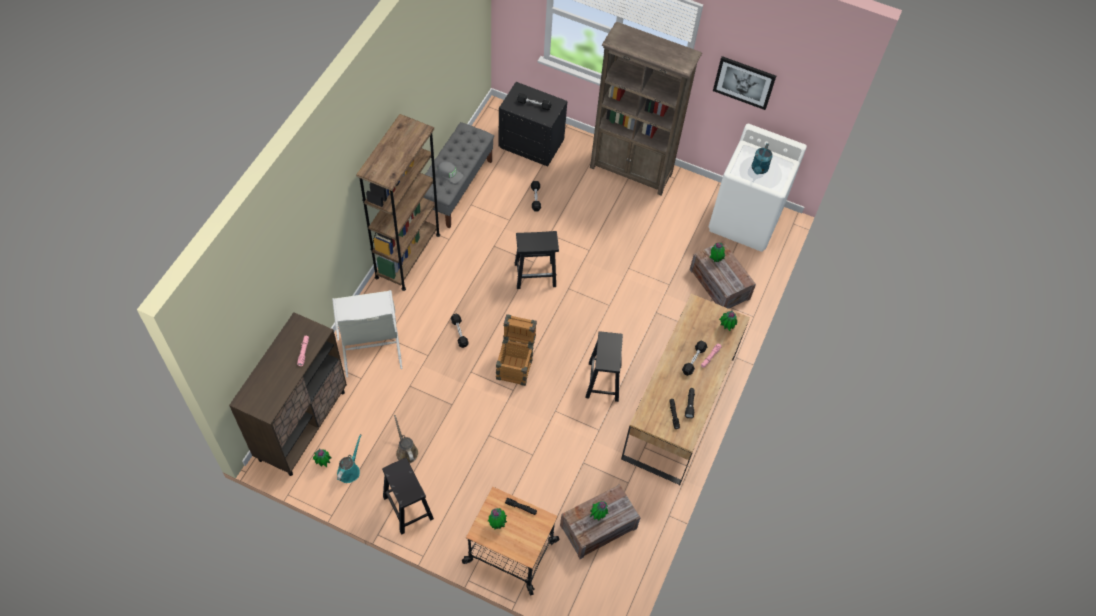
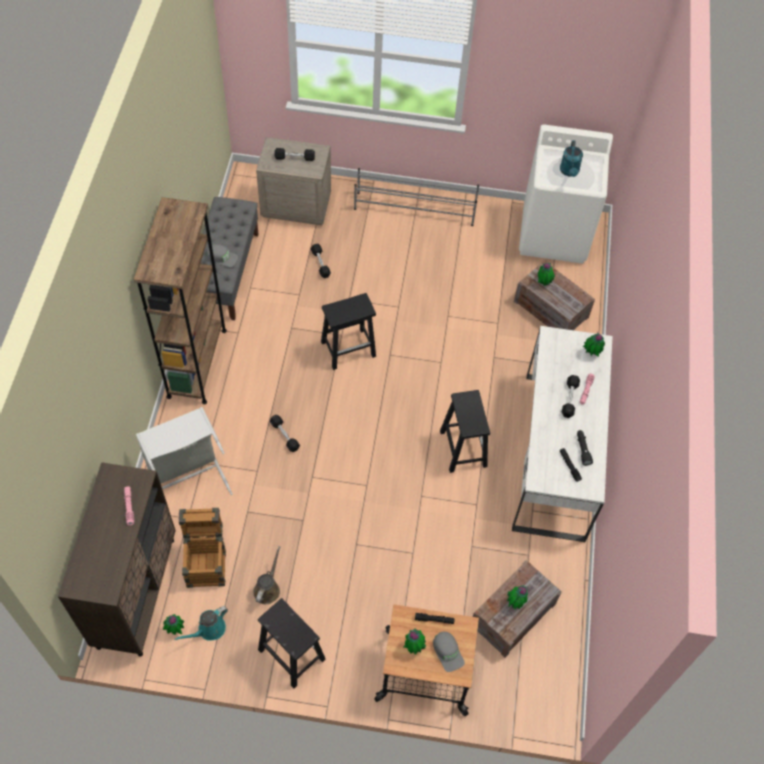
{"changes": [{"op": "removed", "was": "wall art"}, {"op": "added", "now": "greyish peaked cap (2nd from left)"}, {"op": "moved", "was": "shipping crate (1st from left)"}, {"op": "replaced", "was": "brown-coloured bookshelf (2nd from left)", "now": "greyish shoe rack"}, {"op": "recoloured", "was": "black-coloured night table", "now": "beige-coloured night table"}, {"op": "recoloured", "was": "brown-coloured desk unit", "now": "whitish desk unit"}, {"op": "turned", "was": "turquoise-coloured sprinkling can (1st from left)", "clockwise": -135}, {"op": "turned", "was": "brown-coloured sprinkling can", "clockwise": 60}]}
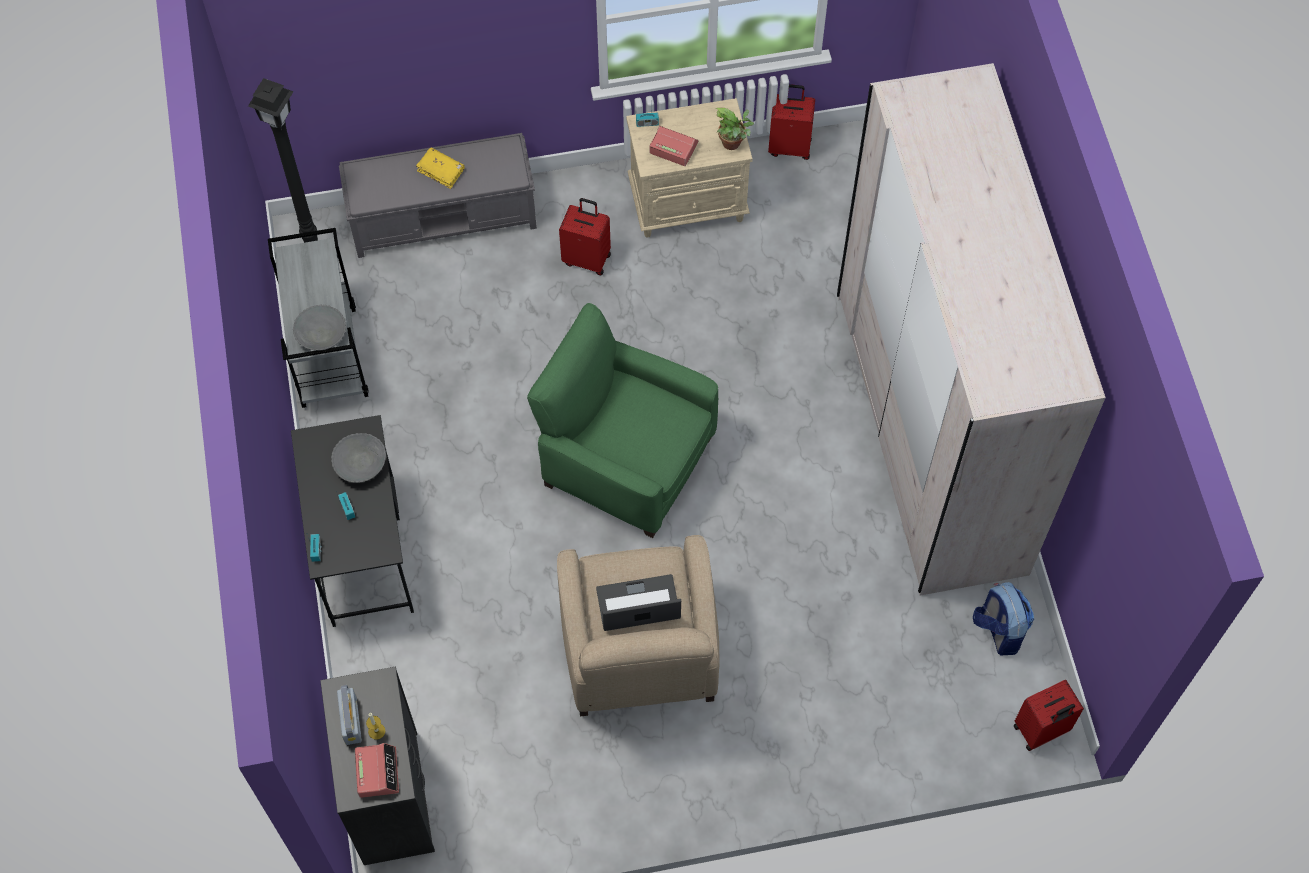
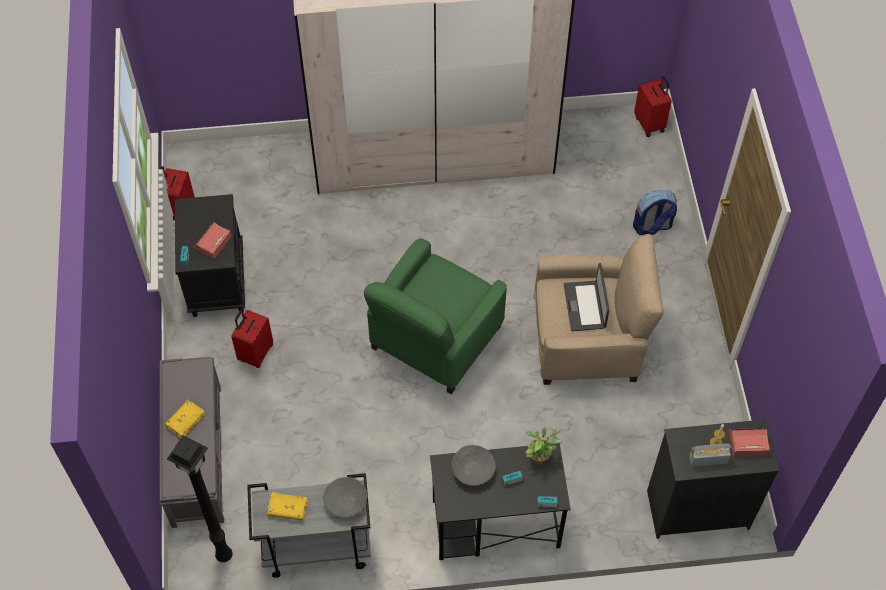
{"changes": [{"op": "added", "now": "yellowish bound book (2nd from left)"}, {"op": "moved", "was": "potted plant"}, {"op": "moved", "was": "backpack"}, {"op": "recoloured", "was": "beige-coloured night table", "now": "black-coloured night table"}]}
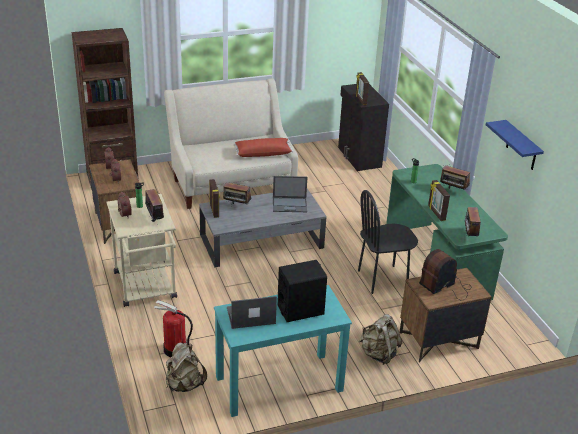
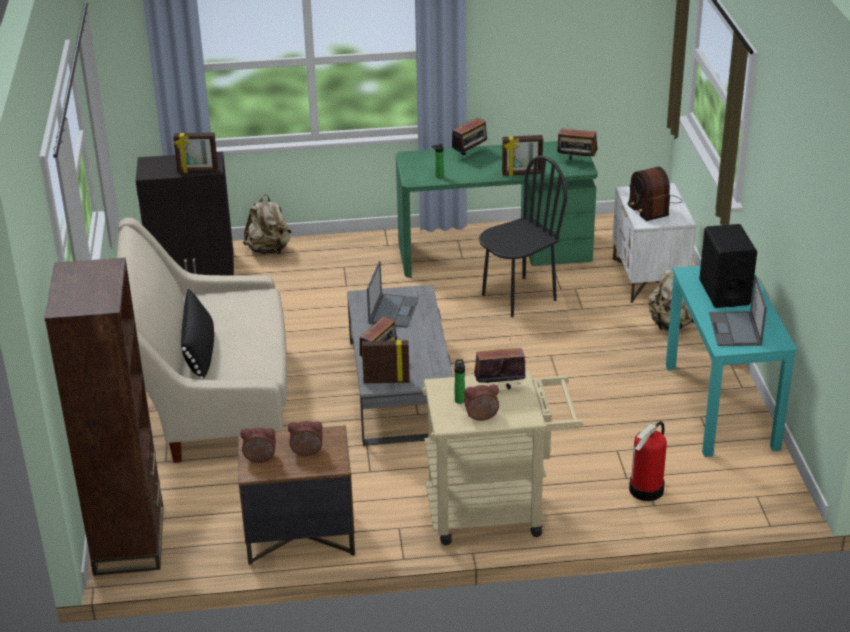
{"changes": [{"op": "removed", "was": "red-coloured pillow"}, {"op": "removed", "was": "bluish wall shelf"}, {"op": "added", "now": "black-coloured pillow"}, {"op": "moved", "was": "beige-coloured backpack (1st from left)"}, {"op": "recoloured", "was": "brown-coloured night table (2nd from left)", "now": "whitish night table"}, {"op": "turned", "was": "black-coloured plain chair", "clockwise": -120}]}
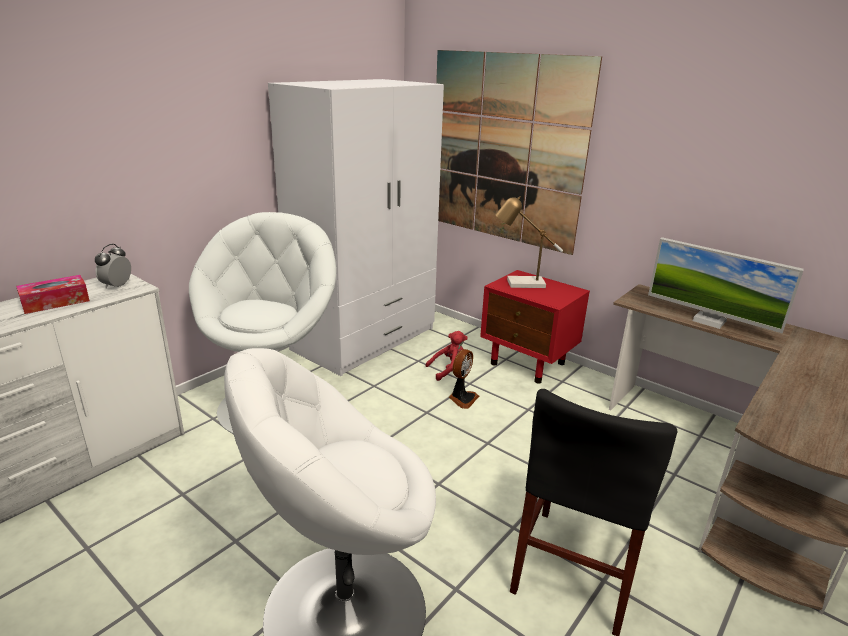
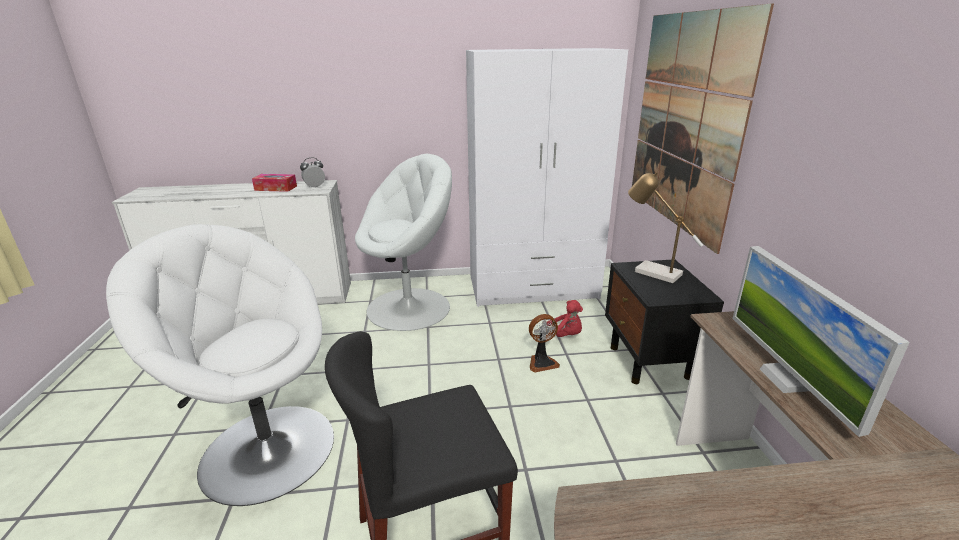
{"changes": [{"op": "recoloured", "was": "red-coloured night table", "now": "black-coloured night table"}]}
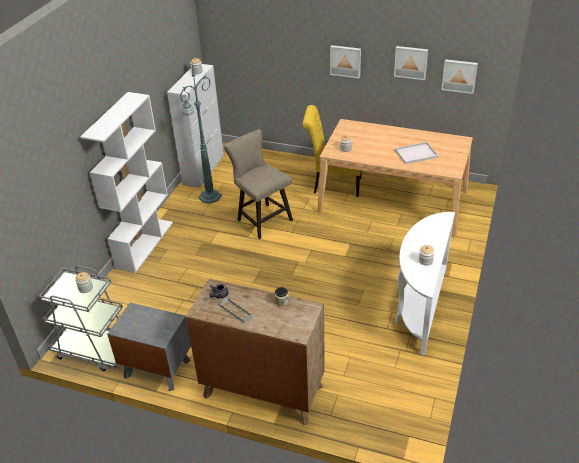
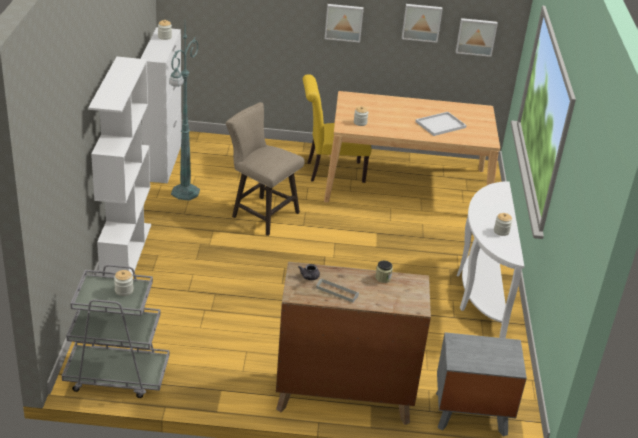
{"changes": [{"op": "moved", "was": "greyish night table"}]}
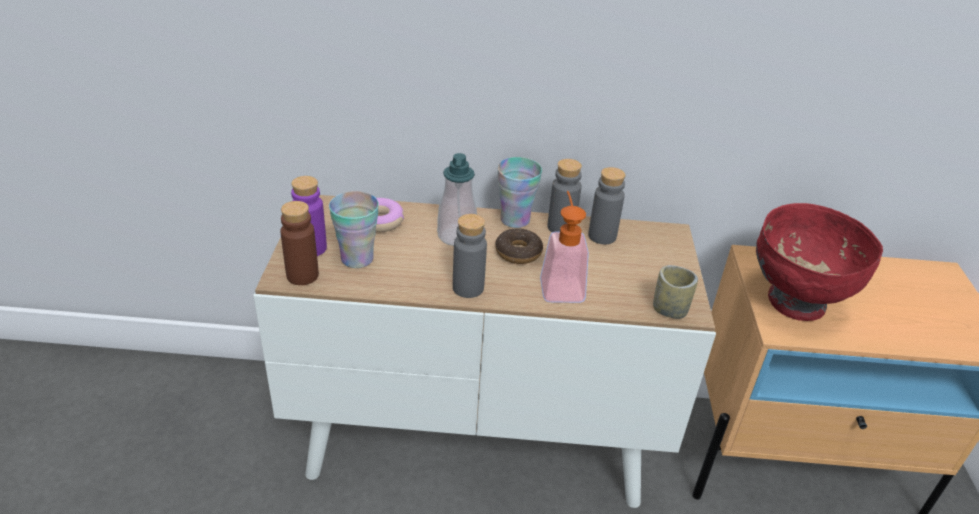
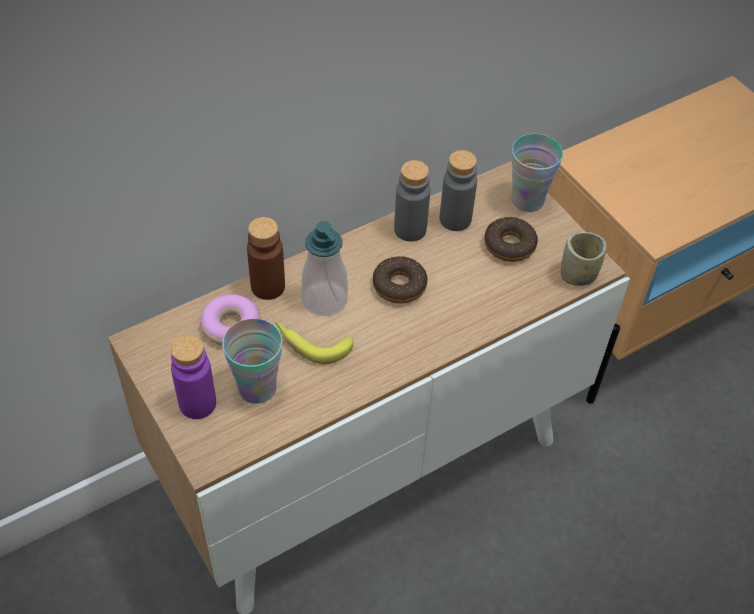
{"changes": [{"op": "removed", "was": "greyish bottle (1st from left)"}, {"op": "removed", "was": "soap bottle (2nd from left)"}, {"op": "removed", "was": "red-coloured deep dish"}, {"op": "added", "now": "banana"}, {"op": "added", "now": "doughnut (3rd from left)"}, {"op": "moved", "was": "brown-coloured bottle"}, {"op": "moved", "was": "small cup (2nd from left)"}]}
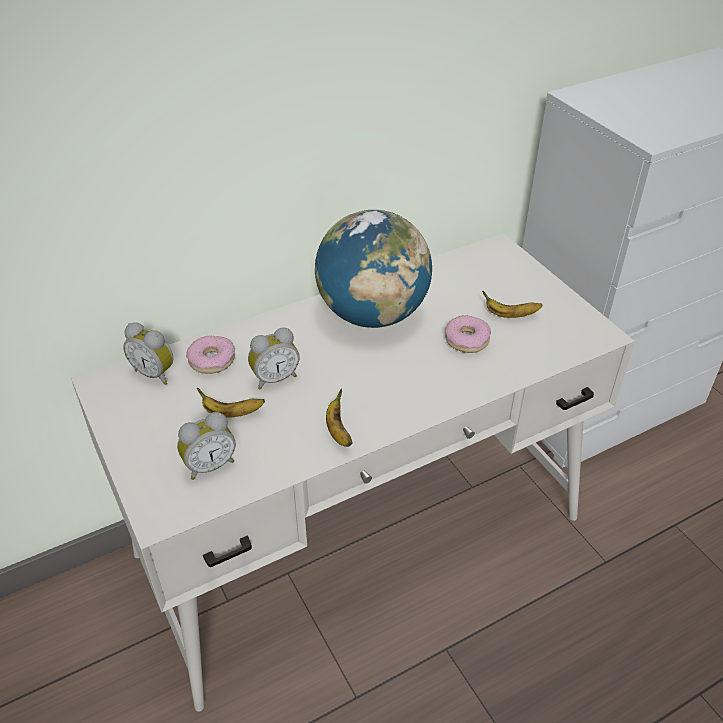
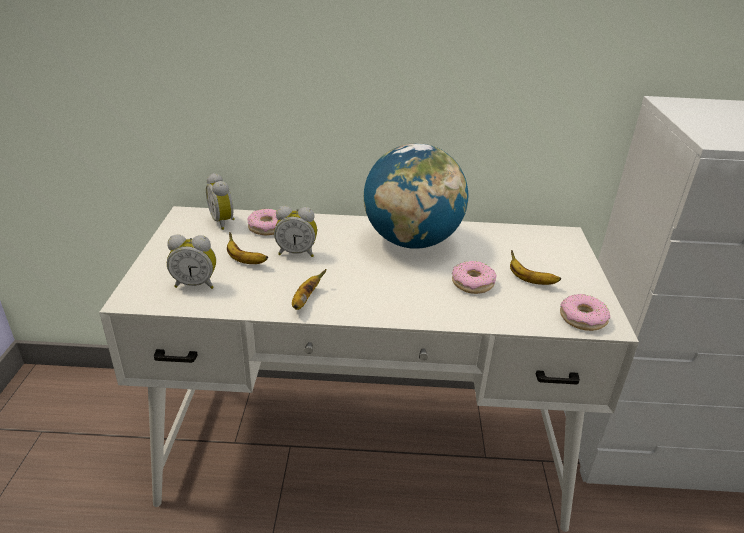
{"changes": [{"op": "added", "now": "doughnut (3rd from left)"}]}
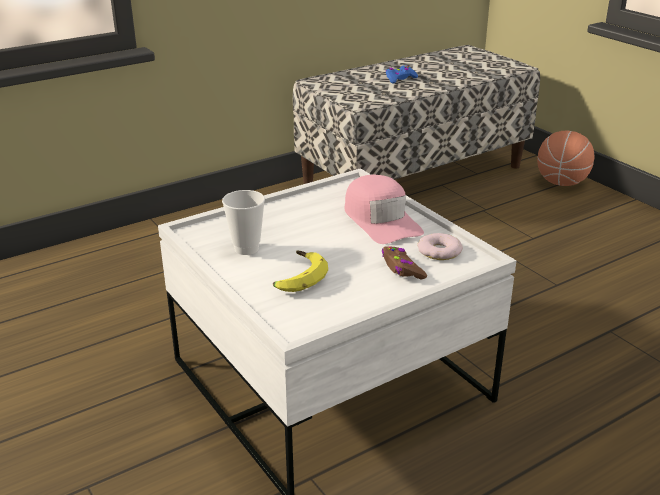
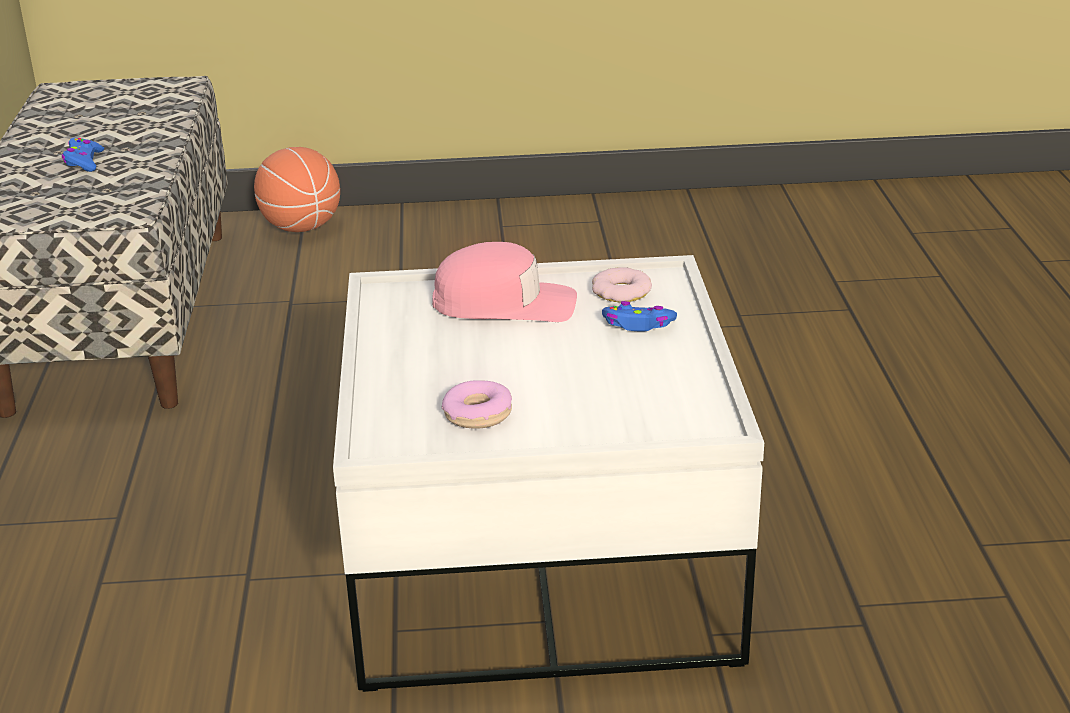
{"changes": [{"op": "removed", "was": "banana"}, {"op": "replaced", "was": "small cup", "now": "doughnut (1st from left)"}, {"op": "recoloured", "was": "brown-coloured joypad", "now": "bluish joypad (2nd from left)"}]}
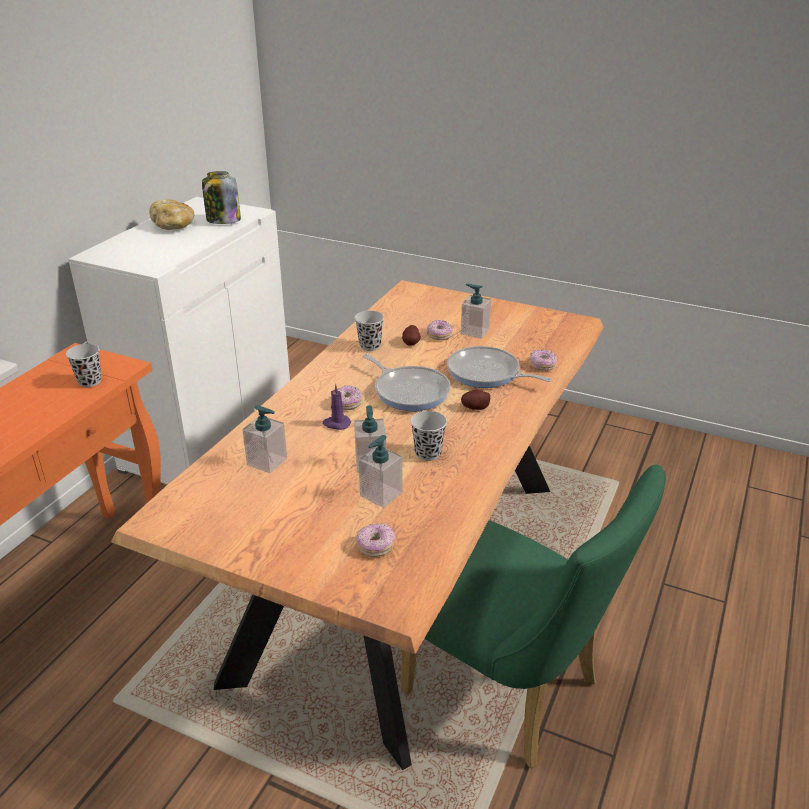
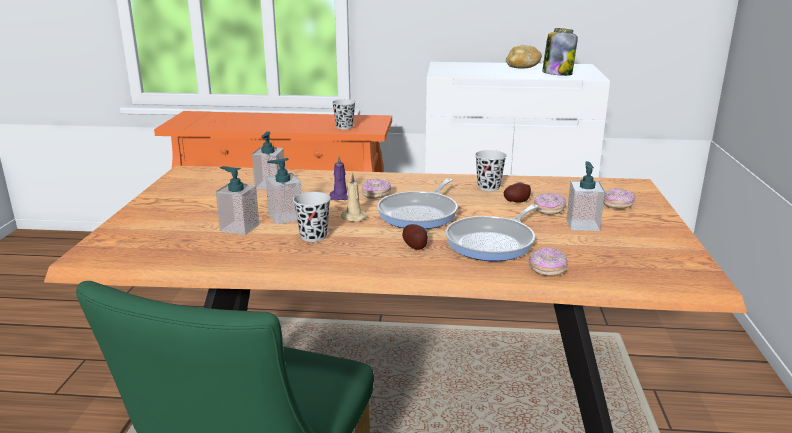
{"changes": [{"op": "added", "now": "beige-coloured candle"}, {"op": "moved", "was": "doughnut (2nd from left in the first image)", "now": "doughnut (4th from left)"}, {"op": "turned", "was": "skillet (2nd from left)", "clockwise": -150}]}
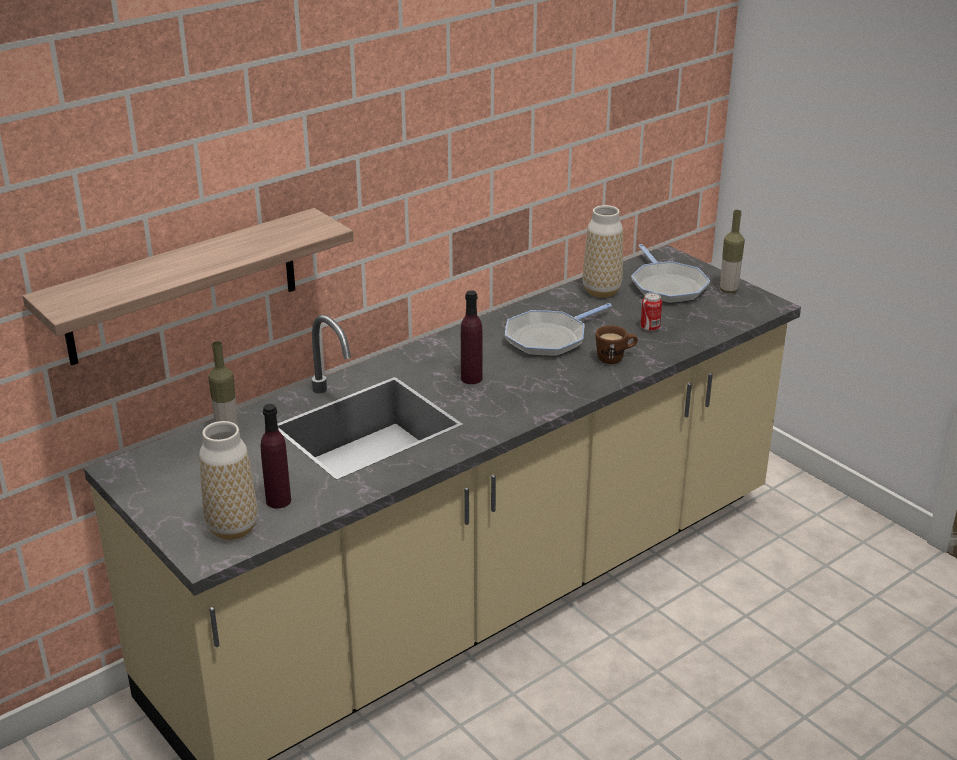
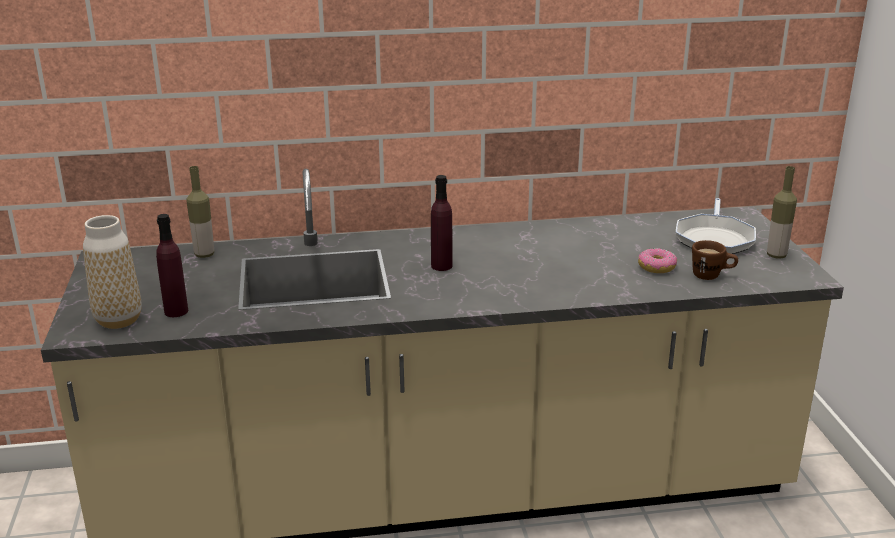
{"changes": [{"op": "removed", "was": "wall shelf"}, {"op": "removed", "was": "skillet (1st from left)"}, {"op": "removed", "was": "decorative vase (2nd from left)"}, {"op": "moved", "was": "brown-coloured mug"}, {"op": "replaced", "was": "can", "now": "doughnut"}]}
